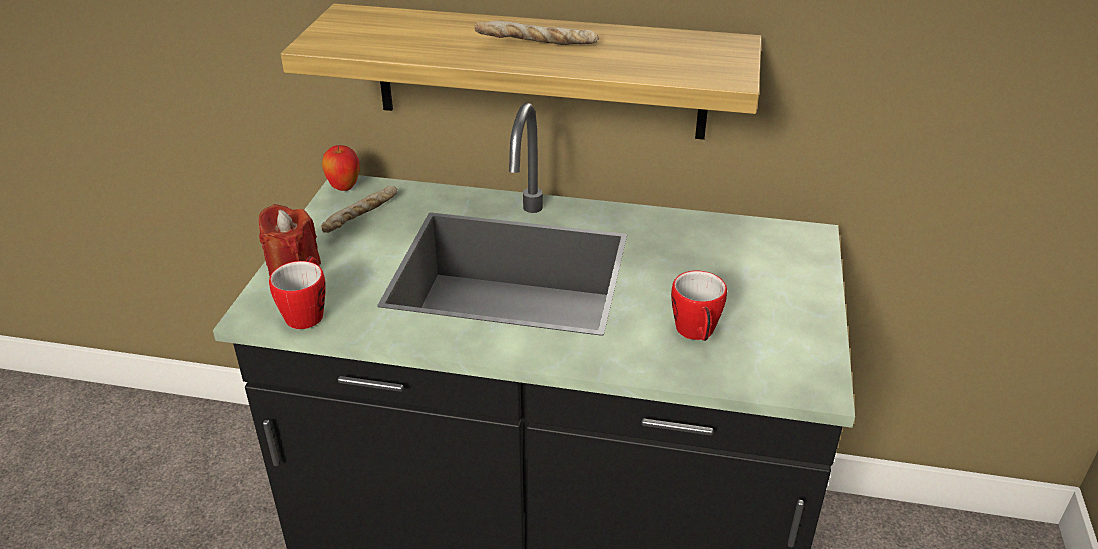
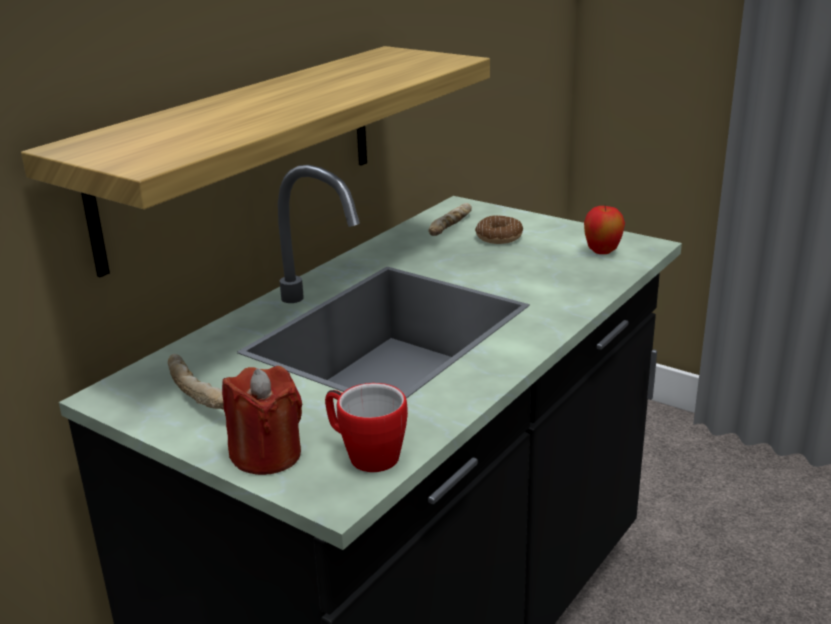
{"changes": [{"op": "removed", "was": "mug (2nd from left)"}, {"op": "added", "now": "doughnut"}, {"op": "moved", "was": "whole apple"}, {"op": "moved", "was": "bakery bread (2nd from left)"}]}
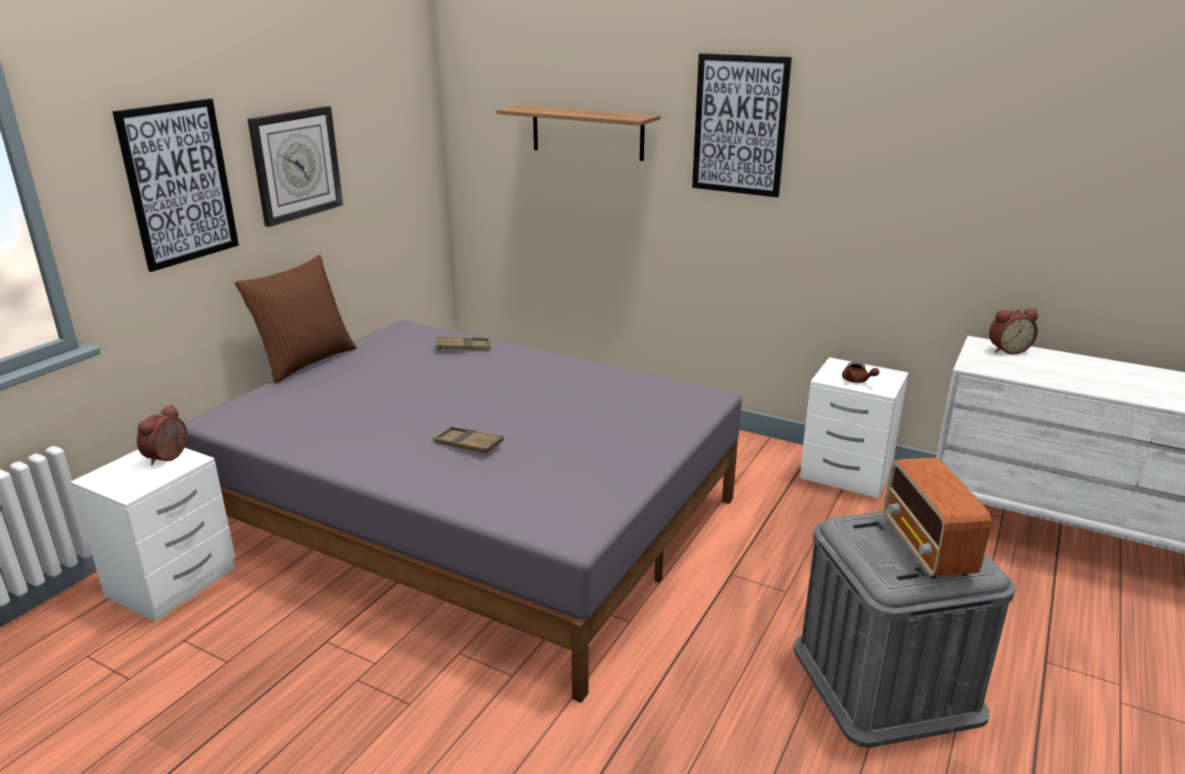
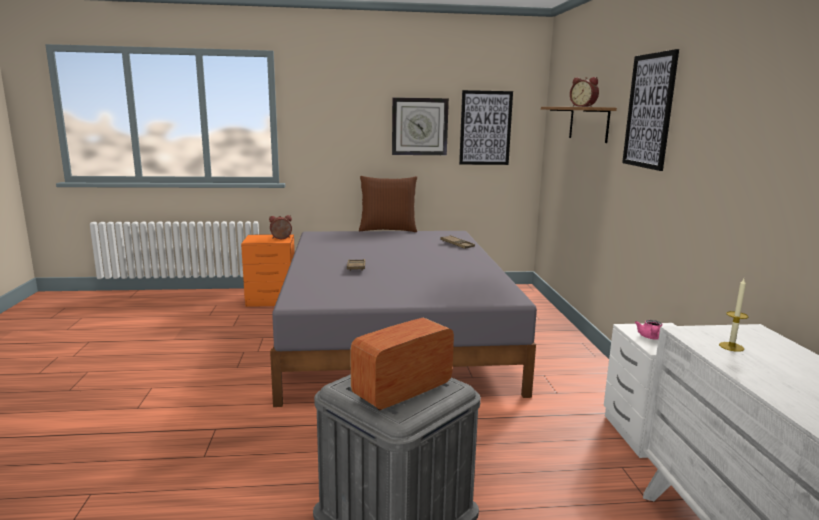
{"changes": [{"op": "added", "now": "candle"}, {"op": "moved", "was": "wall art (1st from left)"}, {"op": "moved", "was": "table clock (2nd from left)"}, {"op": "recoloured", "was": "whitish night table (1st from left)", "now": "orangey night table"}, {"op": "recoloured", "was": "brown-coloured teapot", "now": "pink teapot"}]}
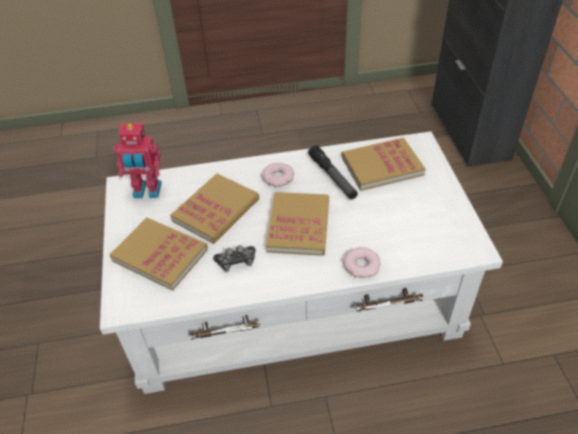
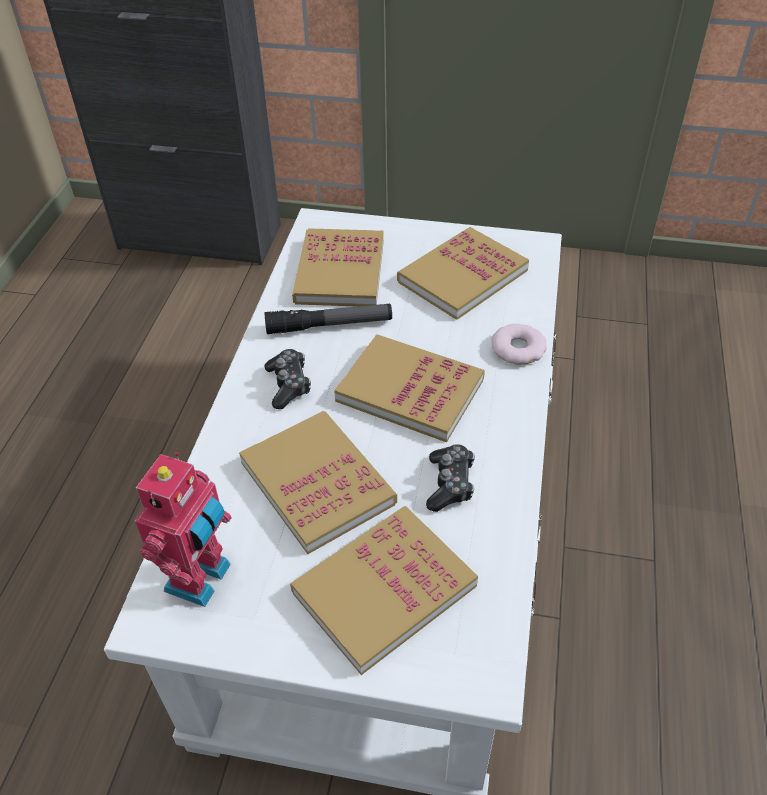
{"changes": [{"op": "added", "now": "bound book (5th from left)"}, {"op": "replaced", "was": "doughnut (1st from left)", "now": "joypad (1st from left)"}]}
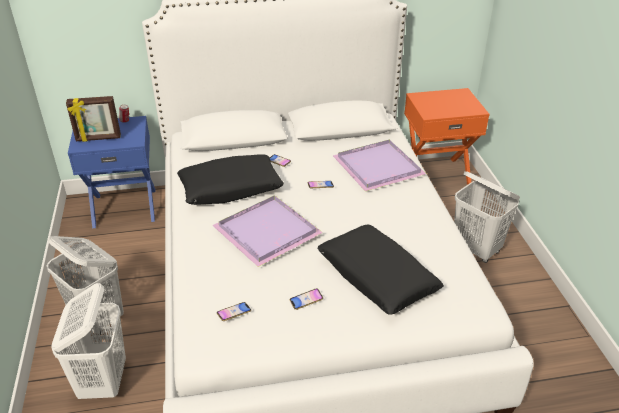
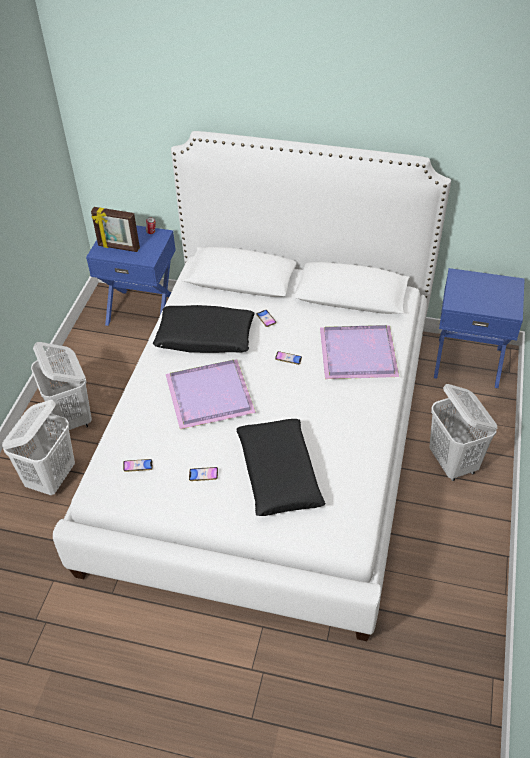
{"changes": [{"op": "recoloured", "was": "orangey night table", "now": "bluish night table (2nd from left)"}]}
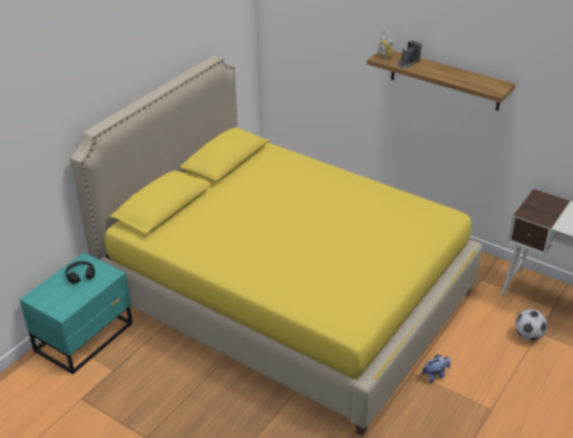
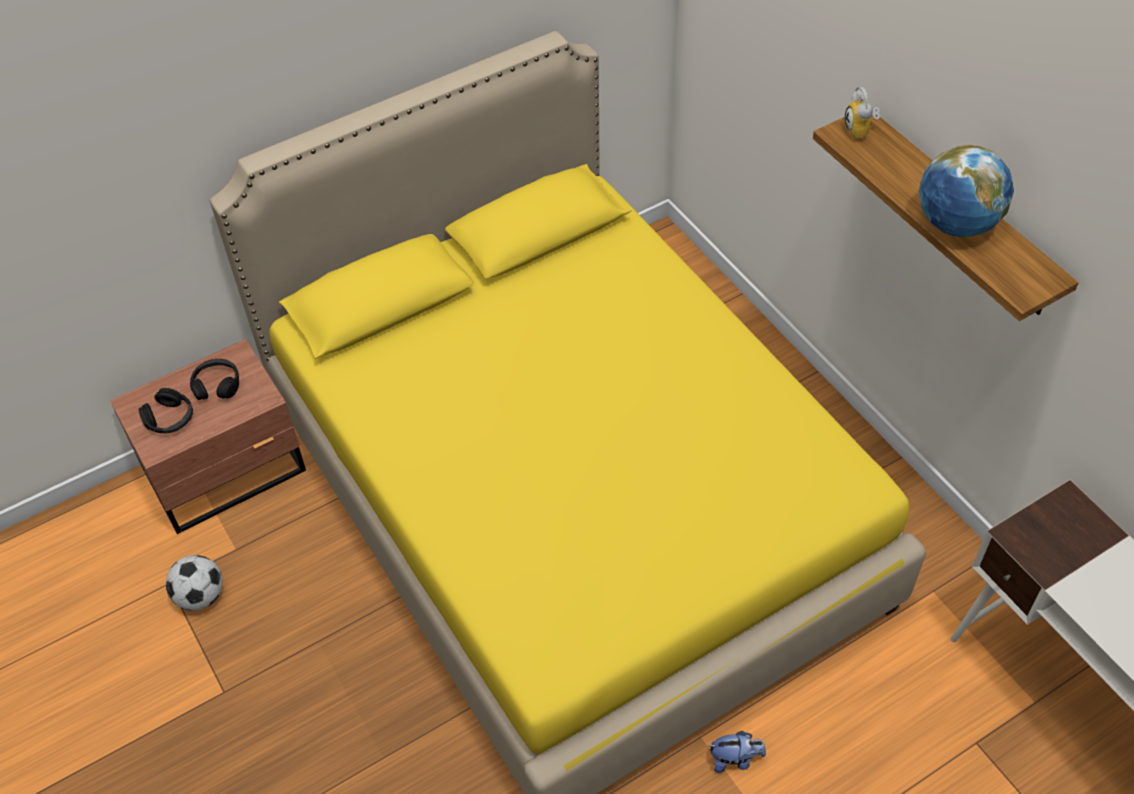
{"changes": [{"op": "removed", "was": "still camera"}, {"op": "added", "now": "black-coloured pair of headphones (1st from left)"}, {"op": "added", "now": "desk globe"}, {"op": "moved", "was": "football"}, {"op": "recoloured", "was": "turquoise-coloured night table", "now": "brown-coloured night table"}]}
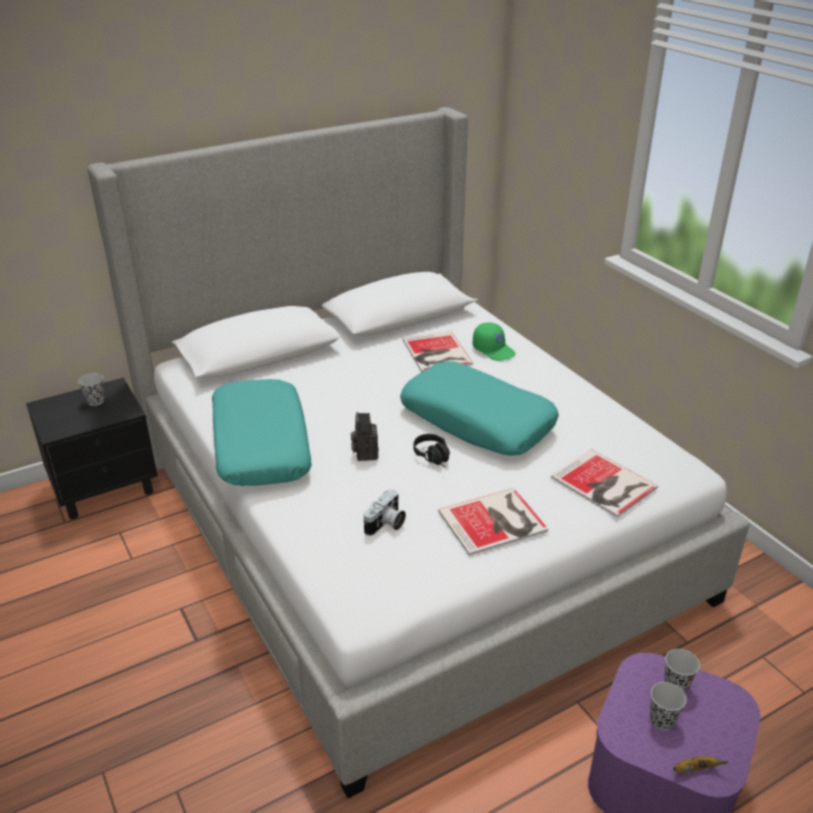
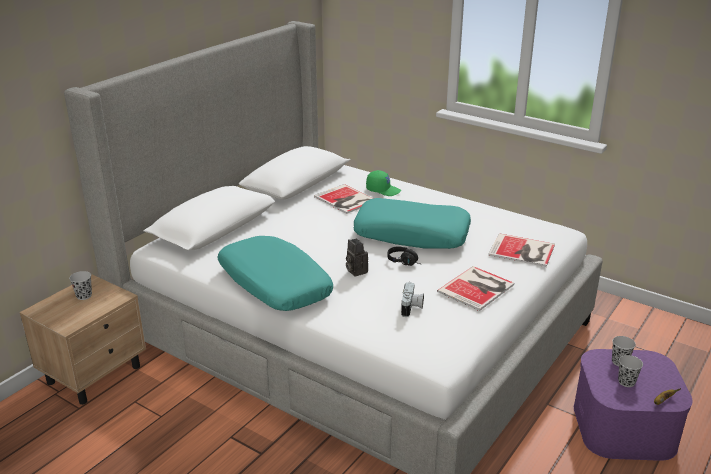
{"changes": [{"op": "recoloured", "was": "black-coloured night table", "now": "beige-coloured night table"}]}
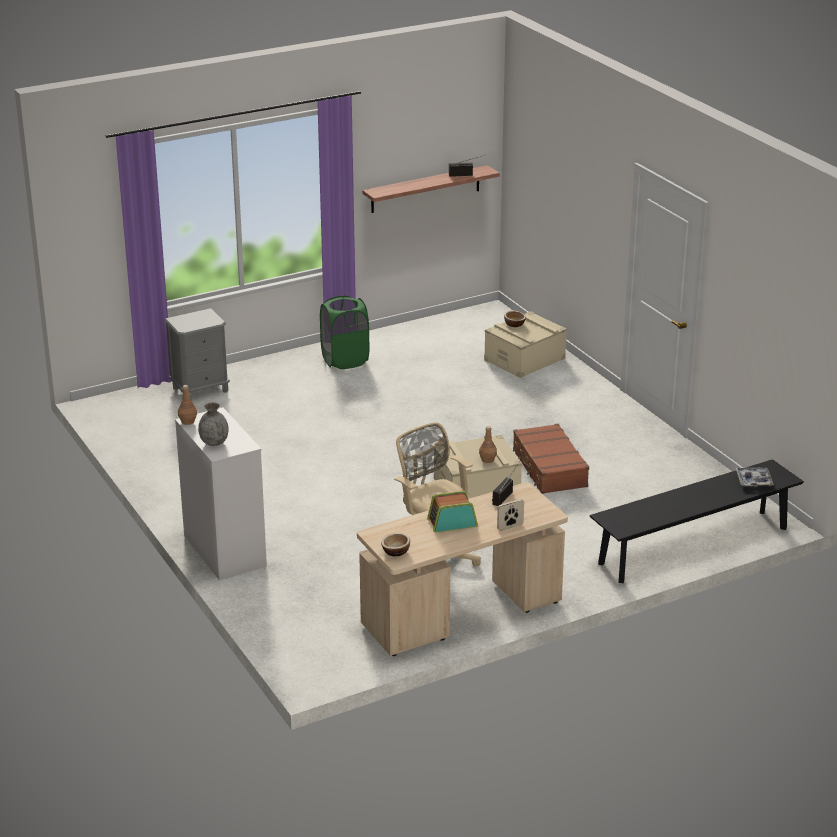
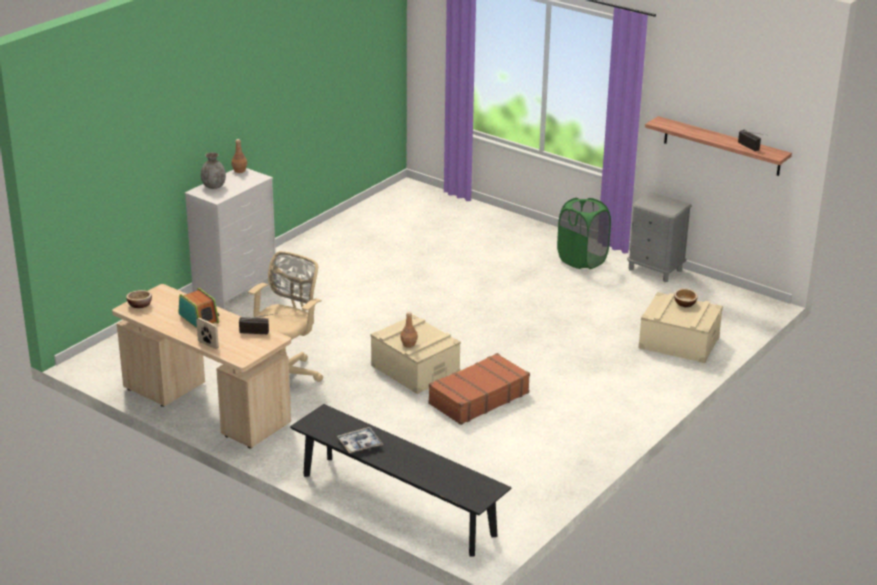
{"changes": [{"op": "moved", "was": "greyish night table"}, {"op": "moved", "was": "carrying tray"}]}
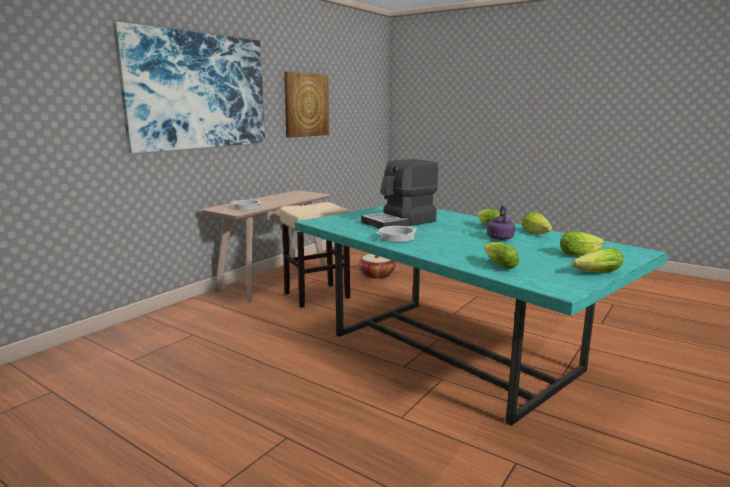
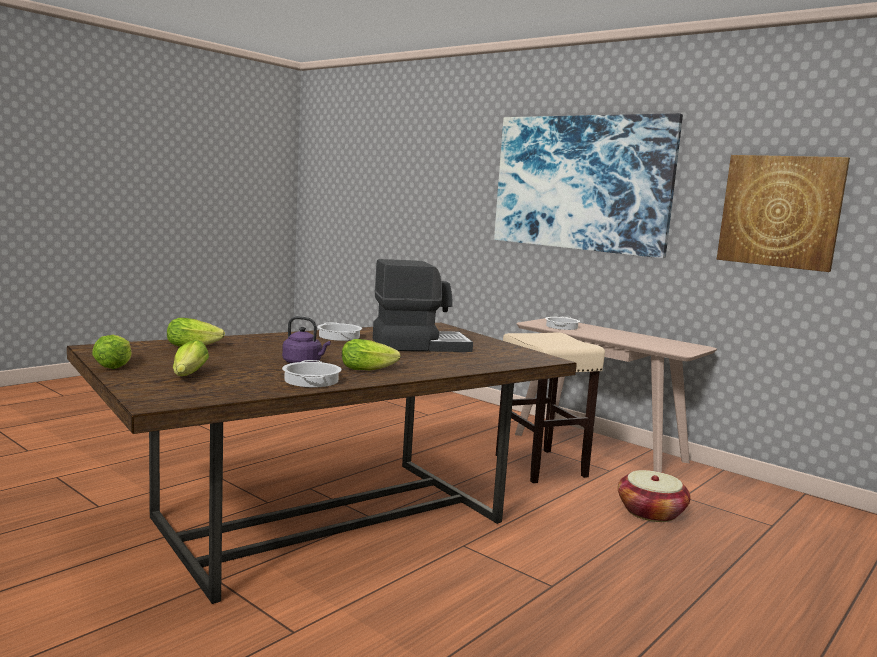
{"changes": [{"op": "replaced", "was": "lettuce (3rd from left)", "now": "cooking pot (1st from left)"}, {"op": "recoloured", "was": "turquoise-coloured dinner table", "now": "brown-coloured dinner table"}, {"op": "turned", "was": "coffee maker", "clockwise": 105}]}
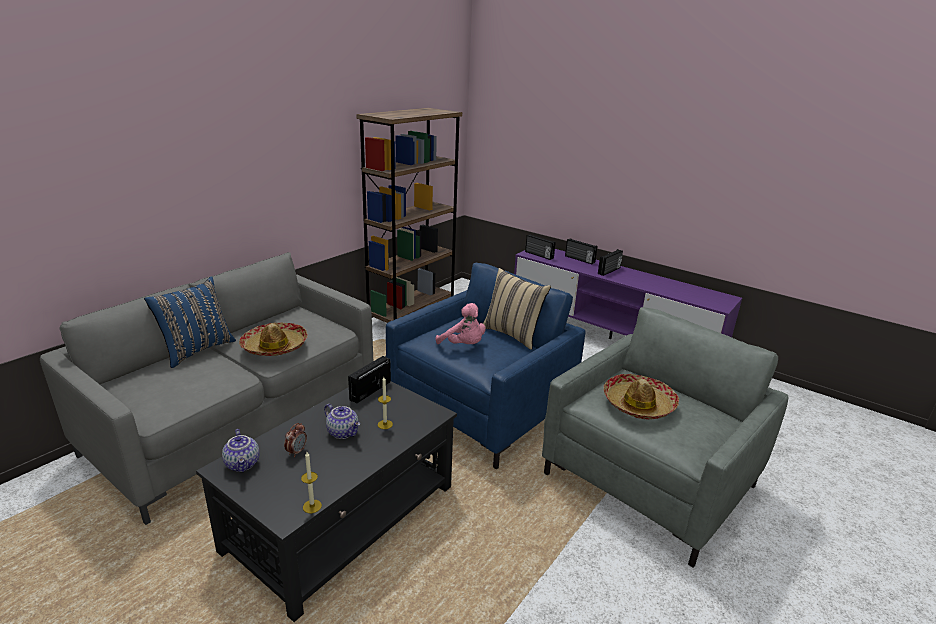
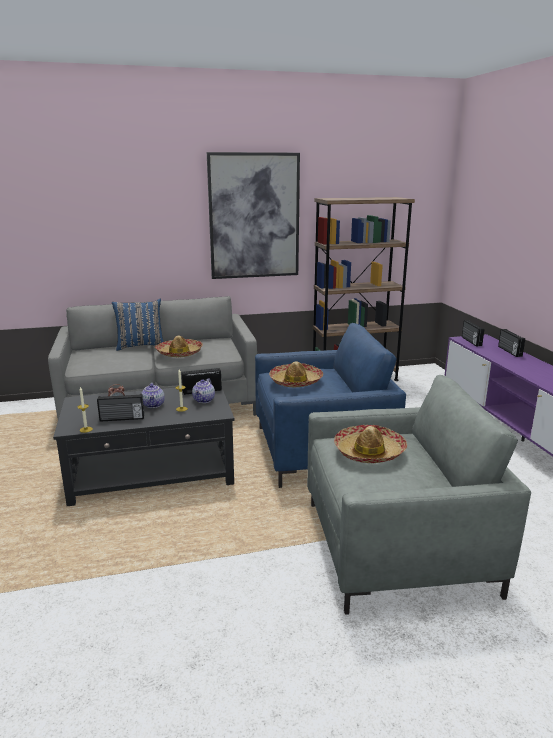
{"changes": [{"op": "removed", "was": "beige-coloured pillow"}, {"op": "added", "now": "wall art"}, {"op": "moved", "was": "teapot (1st from left in the first image)", "now": "teapot (2nd from left)"}, {"op": "moved", "was": "radio set (4th from left in the first image)", "now": "radio set (1st from left)"}, {"op": "replaced", "was": "pink cuddly toy", "now": "hat (2nd from left)"}]}
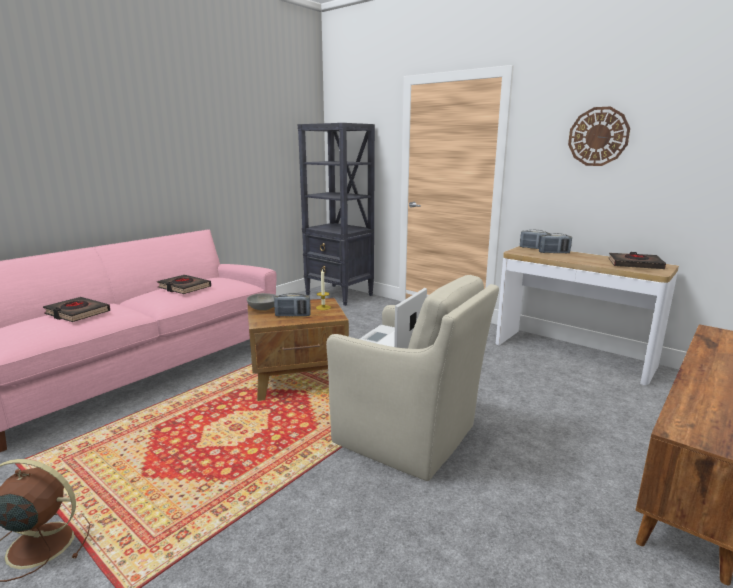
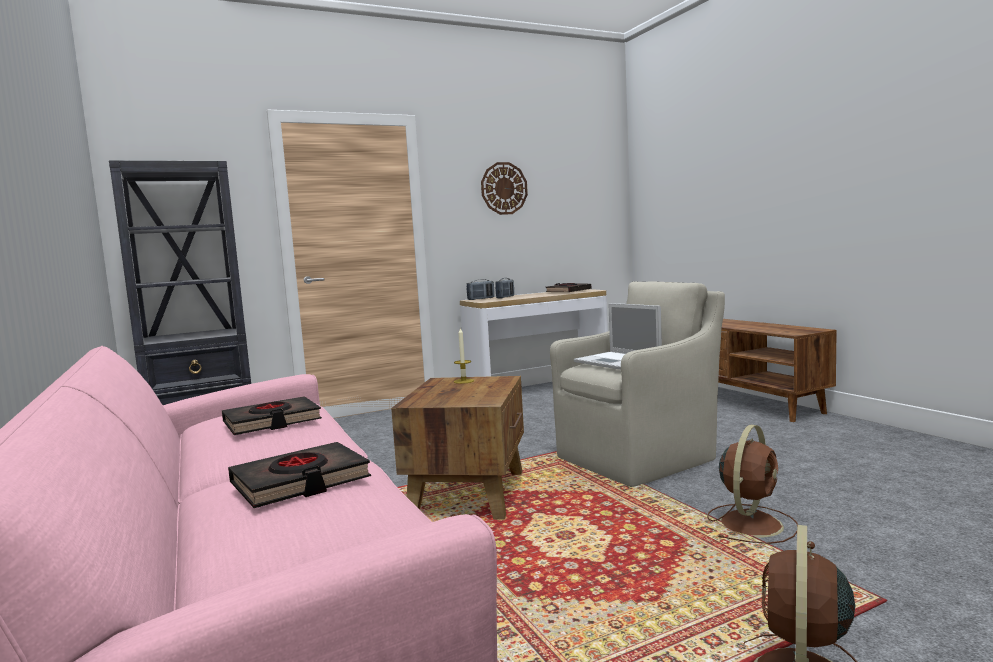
{"changes": [{"op": "removed", "was": "greyish deep dish"}, {"op": "removed", "was": "radio set (1st from left)"}, {"op": "added", "now": "brown-coloured fan (1st from left)"}]}
